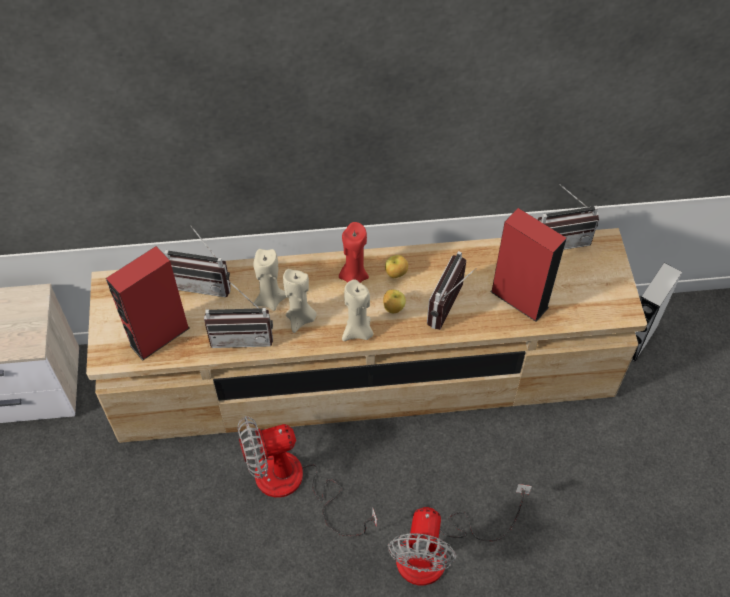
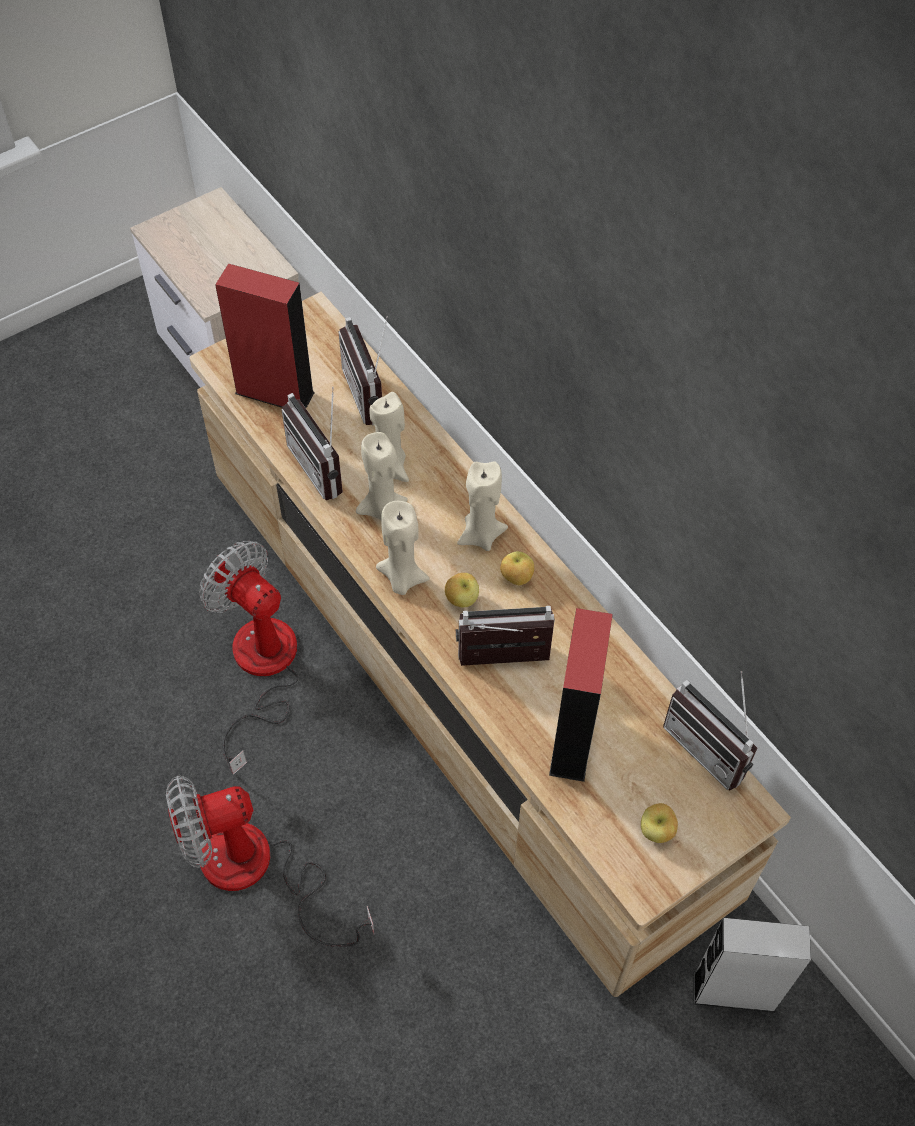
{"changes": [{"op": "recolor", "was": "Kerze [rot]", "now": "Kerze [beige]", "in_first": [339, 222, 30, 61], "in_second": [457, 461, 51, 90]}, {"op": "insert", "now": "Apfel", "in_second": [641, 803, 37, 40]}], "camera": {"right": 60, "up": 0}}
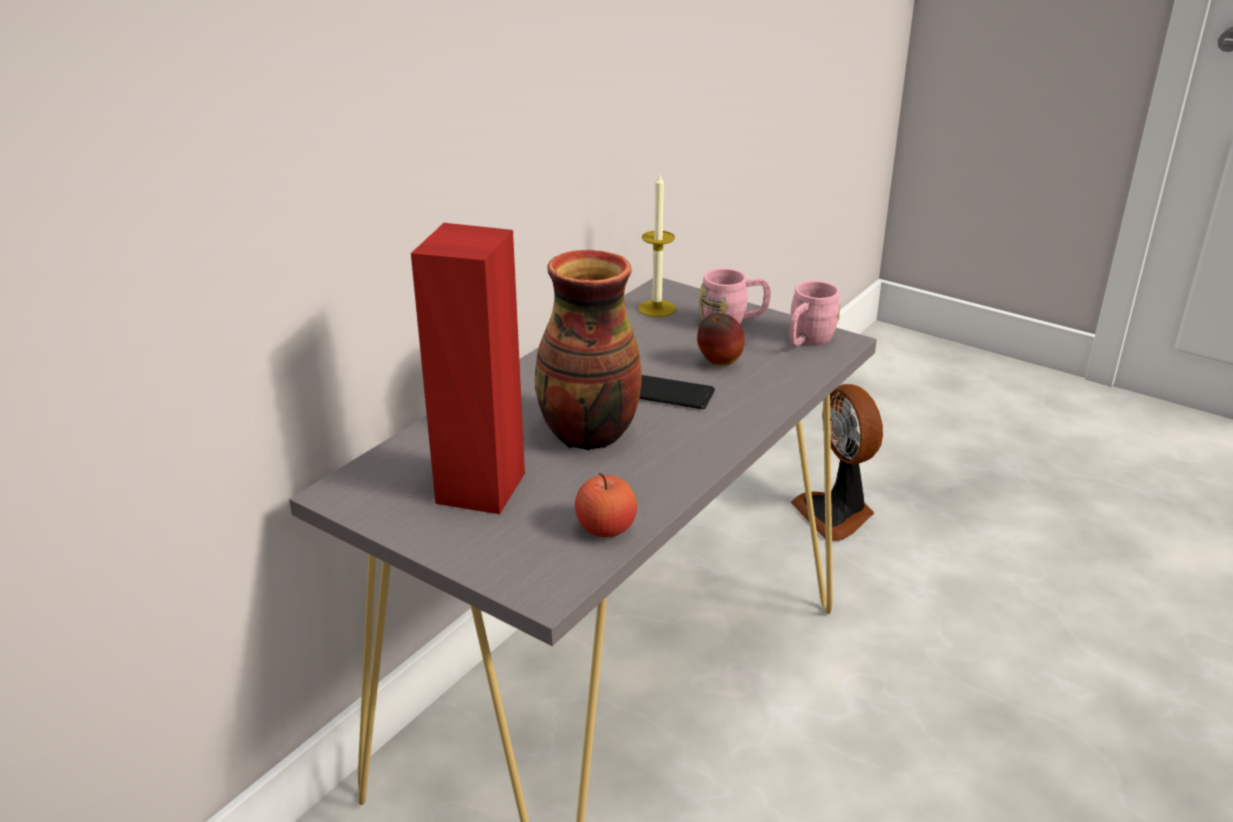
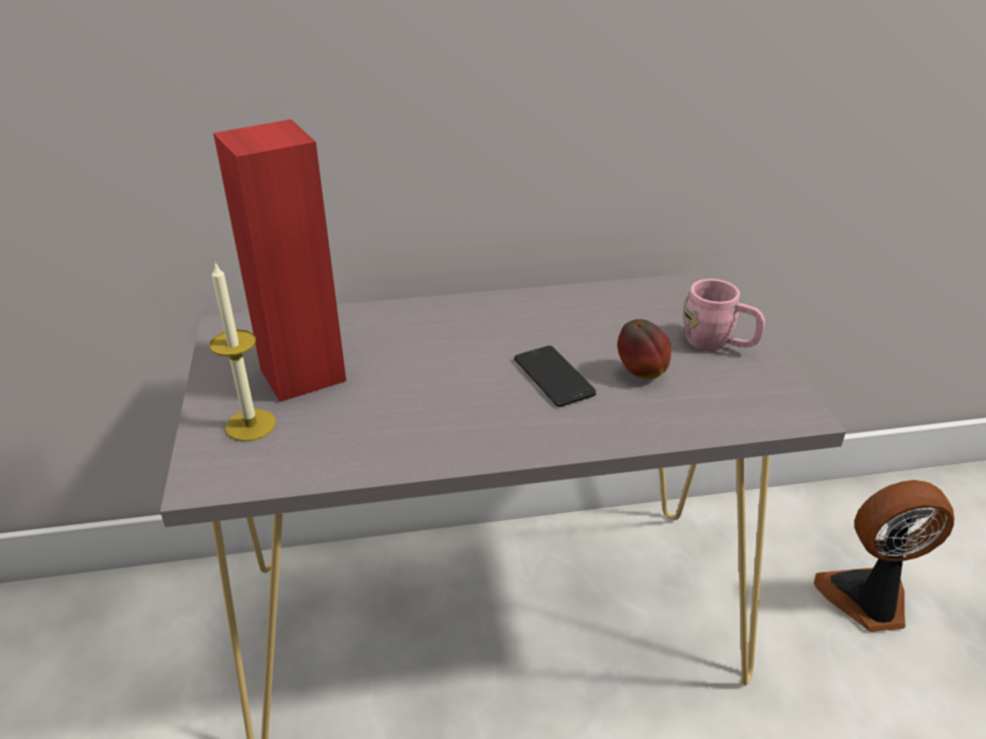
{"changes": [{"op": "move", "was": "Kerze", "in_first": [638, 173, 38, 144], "in_second": [209, 262, 67, 180]}, {"op": "delete", "was": "Vase", "in_first": [535, 250, 107, 200]}, {"op": "delete", "was": "Henkelbecher [rosa]", "in_first": [790, 281, 51, 65]}, {"op": "rotate", "was": "Ventilator", "in_first": [791, 384, 92, 157], "in_second": [814, 480, 140, 152], "clockwise": 60}, {"op": "delete", "was": "Apfel", "in_first": [575, 473, 62, 65]}], "camera": {"right": 45, "up": 5}}
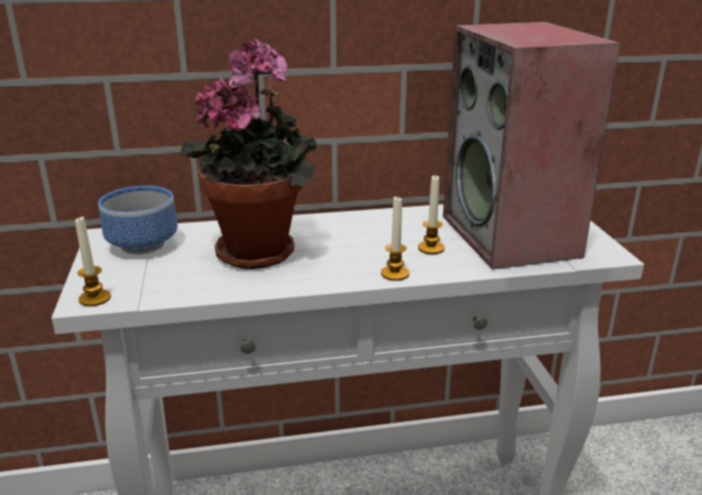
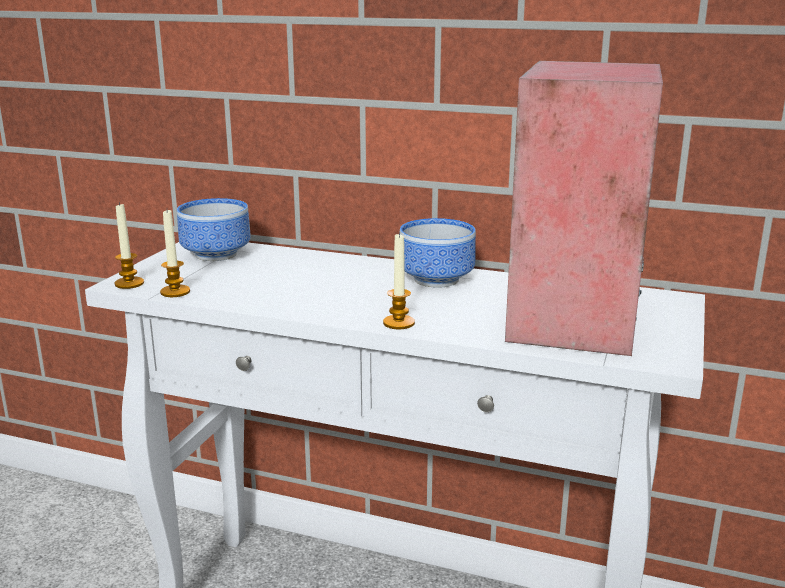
{"changes": [{"op": "delete", "was": "Topfpflanze", "in_first": [181, 39, 136, 230]}, {"op": "move", "was": "Kerze", "in_first": [418, 174, 27, 80], "in_second": [160, 210, 30, 87]}, {"op": "insert", "now": "Schüssel", "in_second": [400, 218, 76, 70]}], "camera": {"right": 30, "up": -5}}
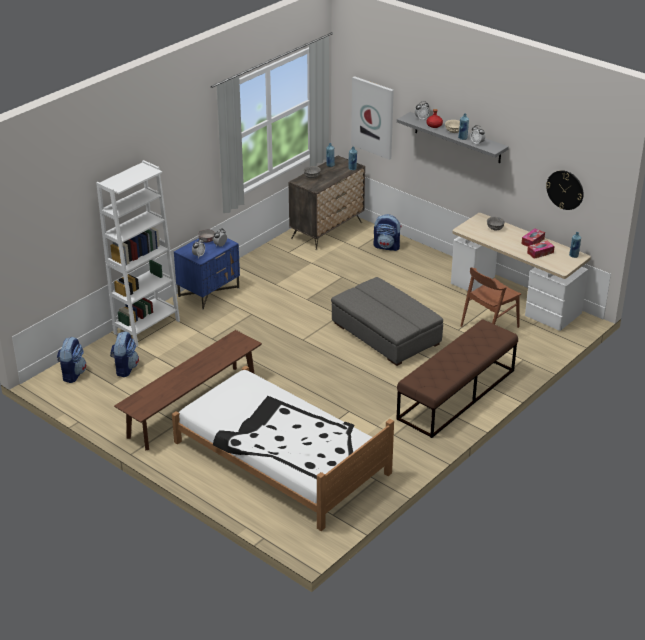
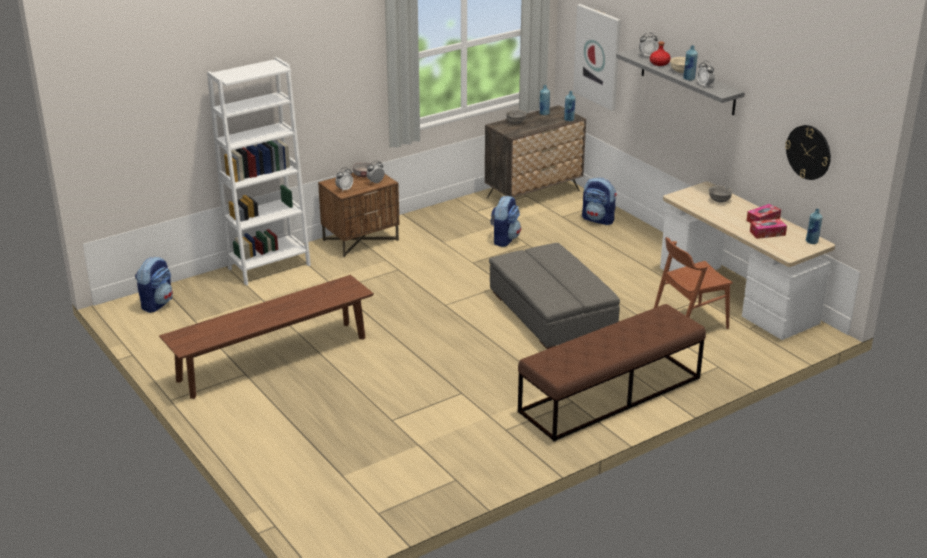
{"changes": [{"op": "recolor", "was": "Nachttisch [blau]", "now": "Nachttisch [braun]", "in_first": [174, 238, 66, 72], "in_second": [318, 173, 82, 84]}, {"op": "move", "was": "Rucksack", "in_first": [110, 332, 29, 45], "in_second": [490, 195, 31, 52]}, {"op": "delete", "was": "Bett [weiß]", "in_first": [172, 366, 222, 165]}], "camera": {"right": 15, "up": -5}}
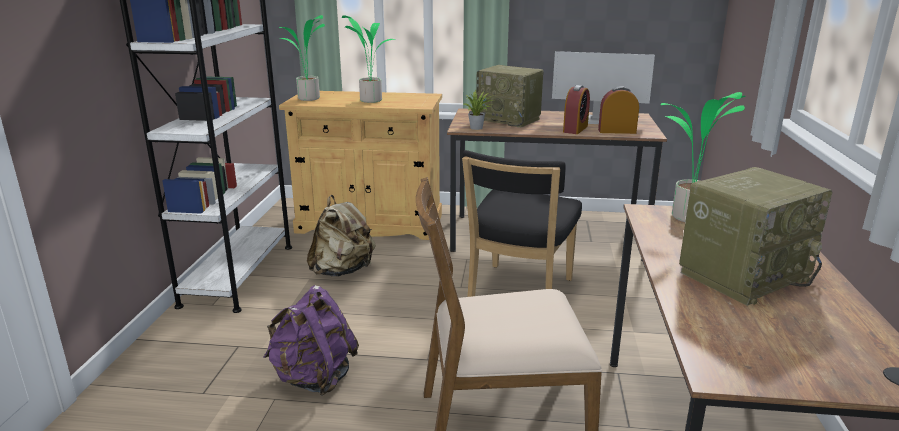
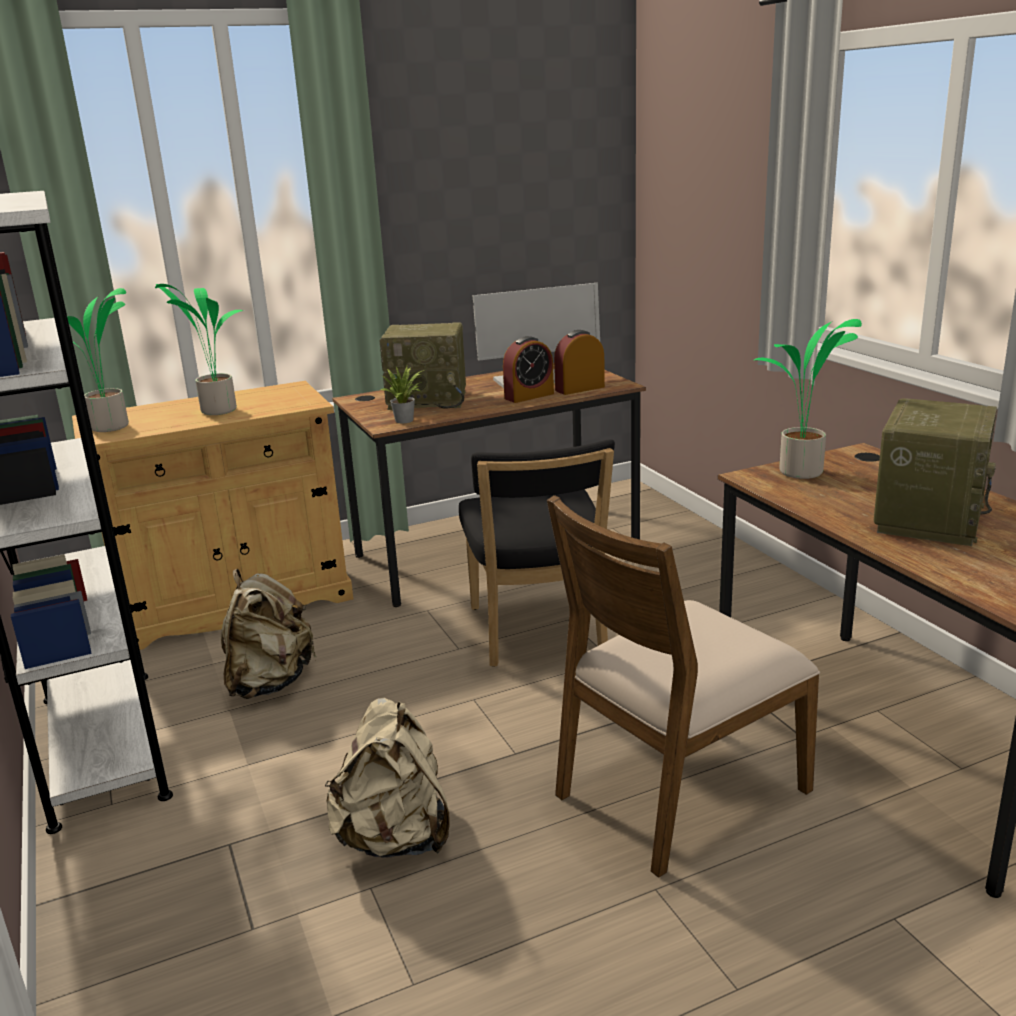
{"changes": [{"op": "rotate", "was": "Wecker", "in_first": [563, 85, 27, 49], "in_second": [503, 336, 51, 67], "clockwise": 60}, {"op": "recolor", "was": "Rucksack [lila]", "now": "Rucksack [beige]", "in_first": [263, 285, 96, 111], "in_second": [325, 698, 125, 160]}], "camera": {"right": -30, "up": 0}}
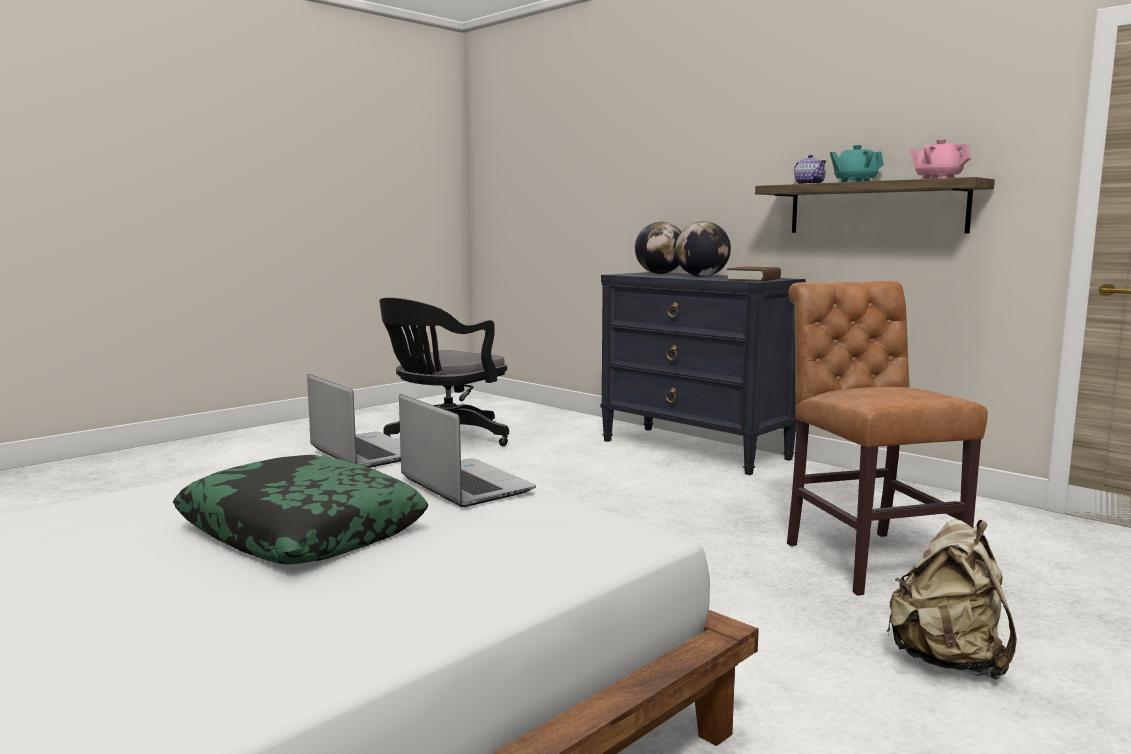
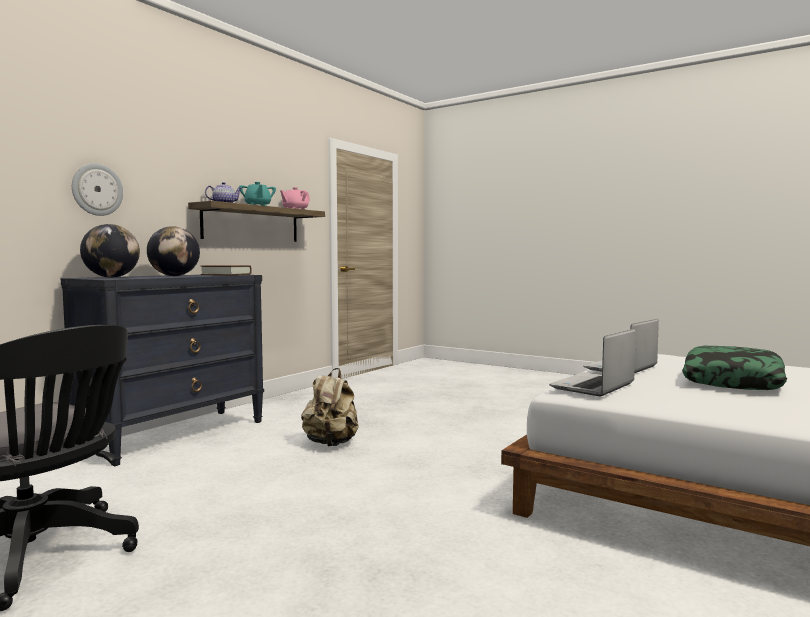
{"changes": [{"op": "delete", "was": "Stuhl [braun]", "in_first": [787, 281, 201, 315]}, {"op": "move", "was": "Rucksack [beige]", "in_first": [886, 519, 131, 161], "in_second": [301, 368, 58, 78]}, {"op": "insert", "now": "Wanduhr", "in_second": [72, 163, 51, 53]}], "camera": {"right": -100, "up": -5}}
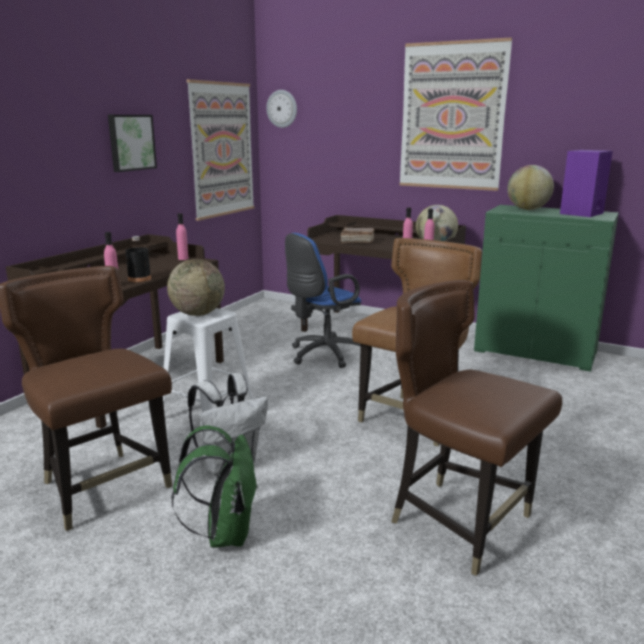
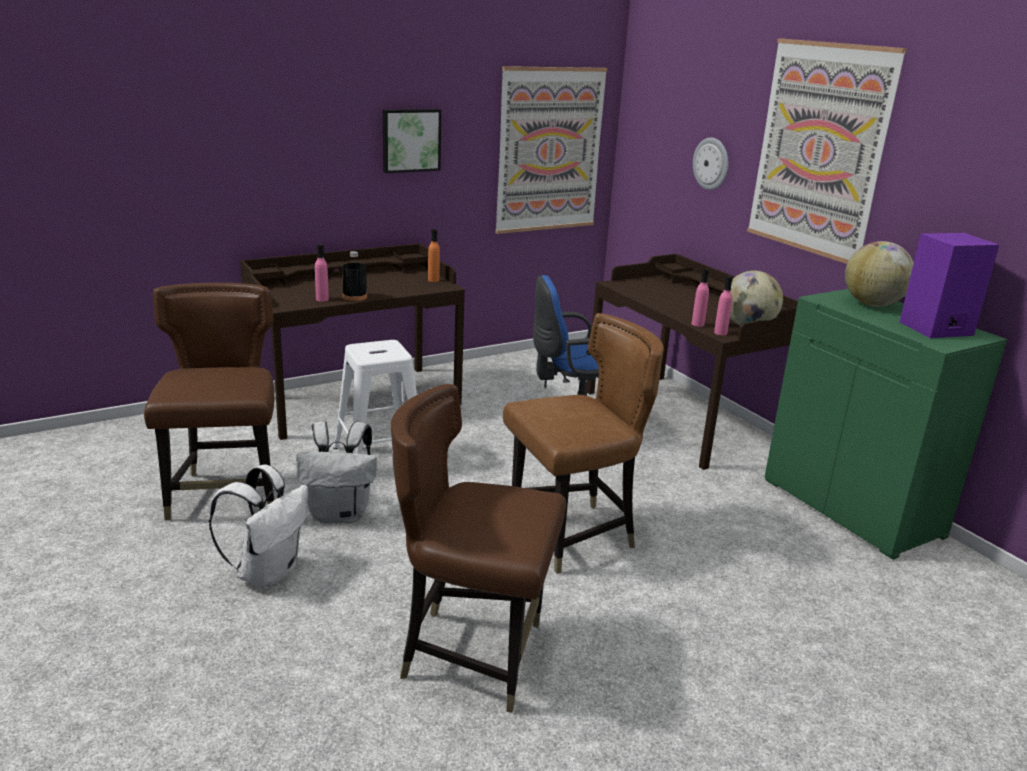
{"changes": [{"op": "move", "was": "Wanduhr", "in_first": [266, 90, 31, 38], "in_second": [693, 137, 36, 53]}, {"op": "recolor", "was": "Flasche [rosa]", "now": "Flasche [orange]", "in_first": [176, 213, 12, 47], "in_second": [428, 229, 12, 53]}, {"op": "delete", "was": "Buch [braun]", "in_first": [341, 228, 33, 15]}, {"op": "delete", "was": "Globus", "in_first": [167, 259, 58, 57]}, {"op": "rotate", "was": "Stuhl [braun]", "in_first": [391, 280, 171, 296], "in_second": [391, 384, 175, 329], "clockwise": -60}, {"op": "recolor", "was": "Rucksack [grün]", "now": "Rucksack [weiß]", "in_first": [171, 426, 87, 121], "in_second": [209, 464, 99, 124]}], "camera": {"right": 30, "up": 5}}
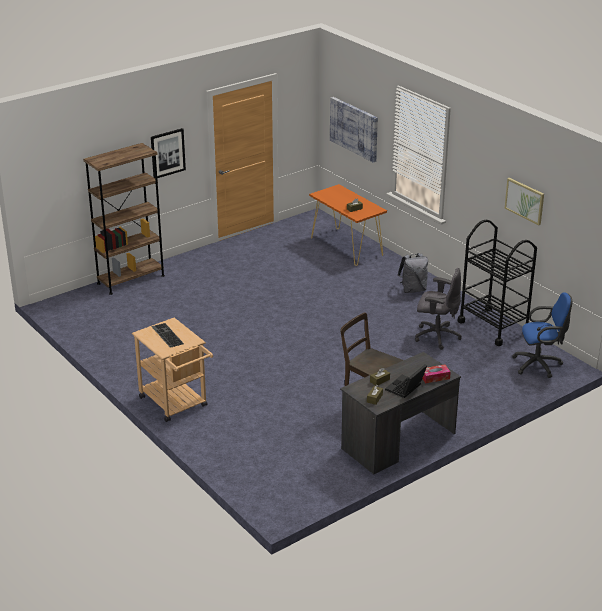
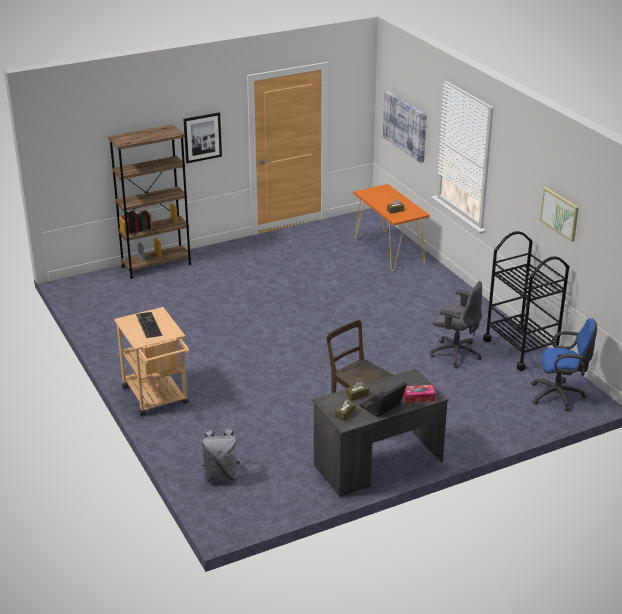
{"changes": [{"op": "move", "was": "Rucksack [grau]", "in_first": [398, 253, 30, 40], "in_second": [201, 429, 39, 52]}], "camera": {"right": 10, "up": 0}}
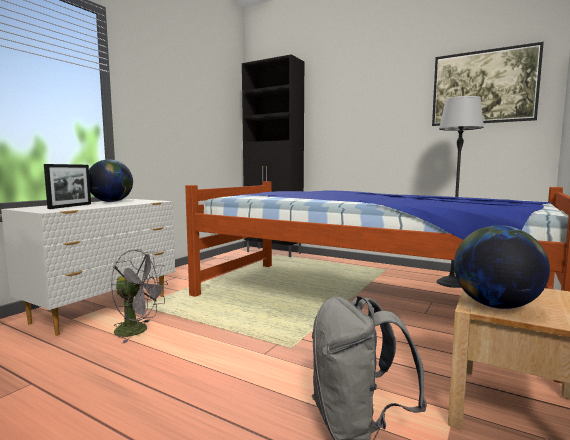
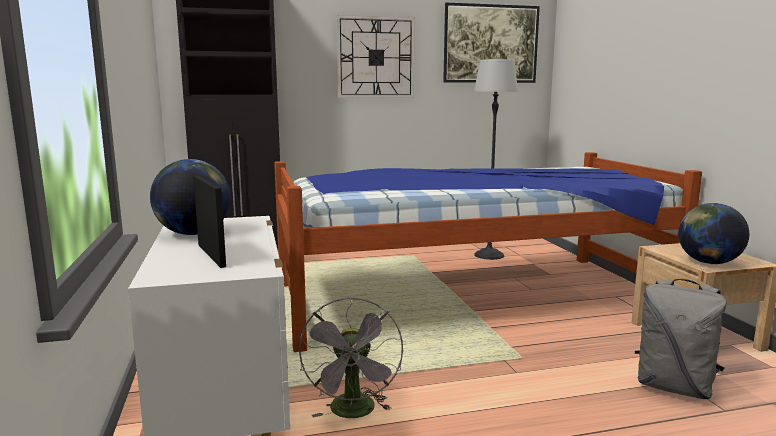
{"changes": [{"op": "rotate", "was": "Ventilator [grau]", "in_first": [111, 249, 57, 94], "in_second": [299, 297, 104, 121], "clockwise": 120}, {"op": "insert", "now": "Wanduhr", "in_second": [337, 15, 78, 83]}], "camera": {"right": -45, "up": 5}}
